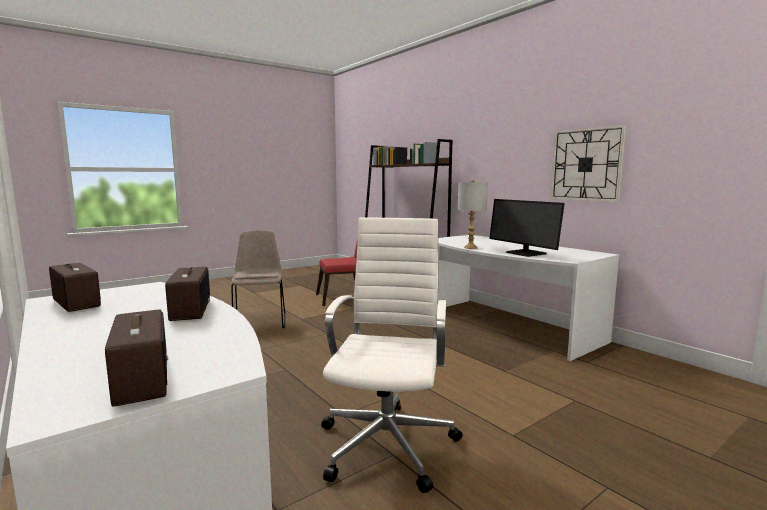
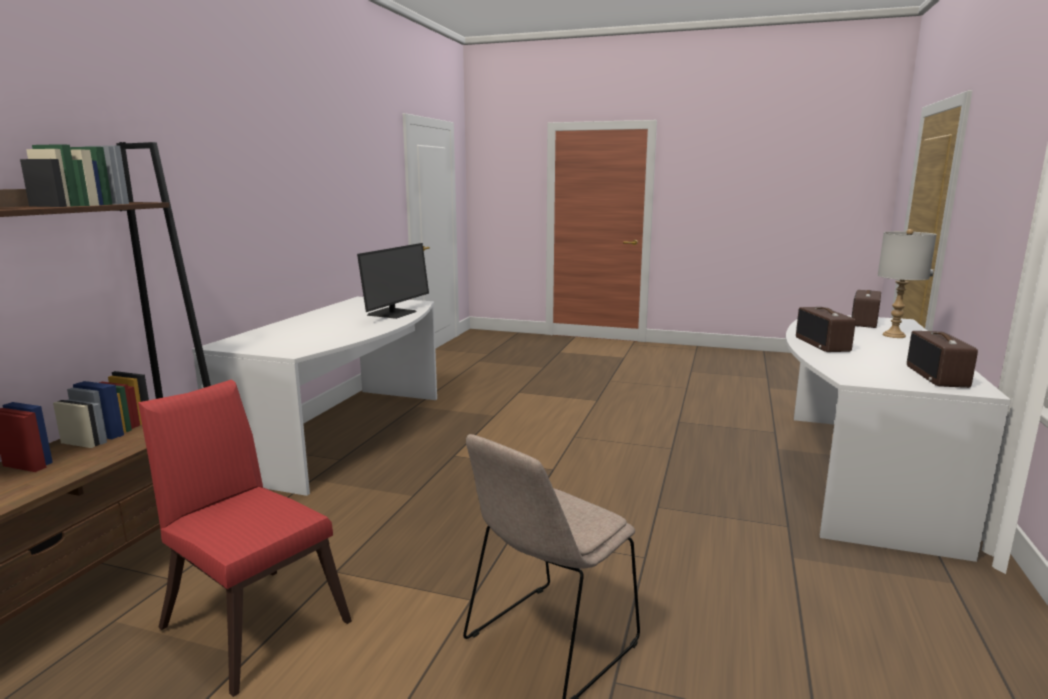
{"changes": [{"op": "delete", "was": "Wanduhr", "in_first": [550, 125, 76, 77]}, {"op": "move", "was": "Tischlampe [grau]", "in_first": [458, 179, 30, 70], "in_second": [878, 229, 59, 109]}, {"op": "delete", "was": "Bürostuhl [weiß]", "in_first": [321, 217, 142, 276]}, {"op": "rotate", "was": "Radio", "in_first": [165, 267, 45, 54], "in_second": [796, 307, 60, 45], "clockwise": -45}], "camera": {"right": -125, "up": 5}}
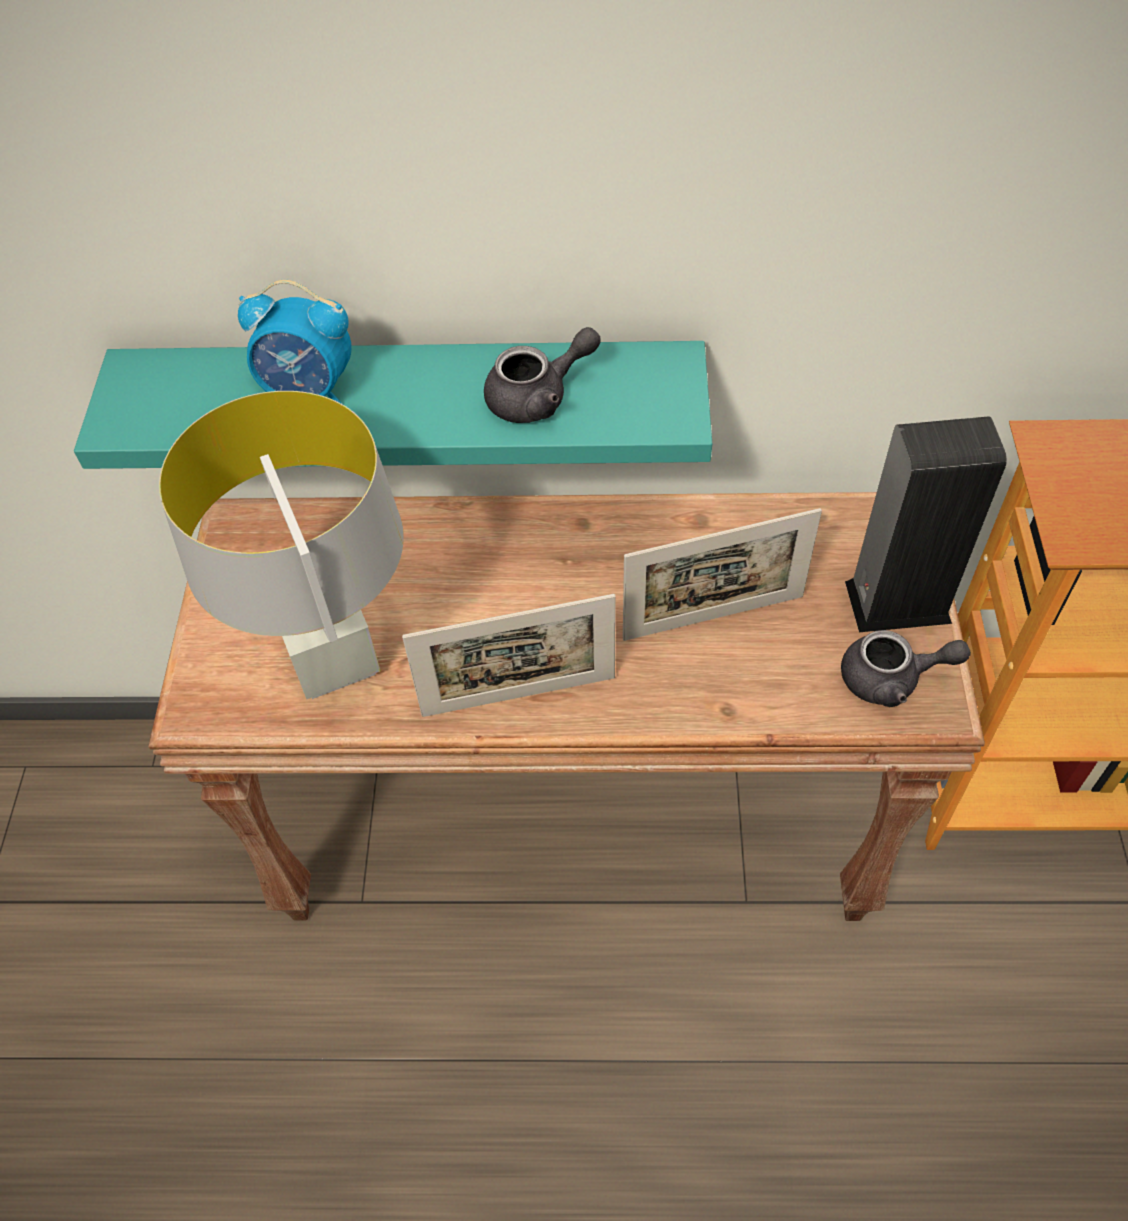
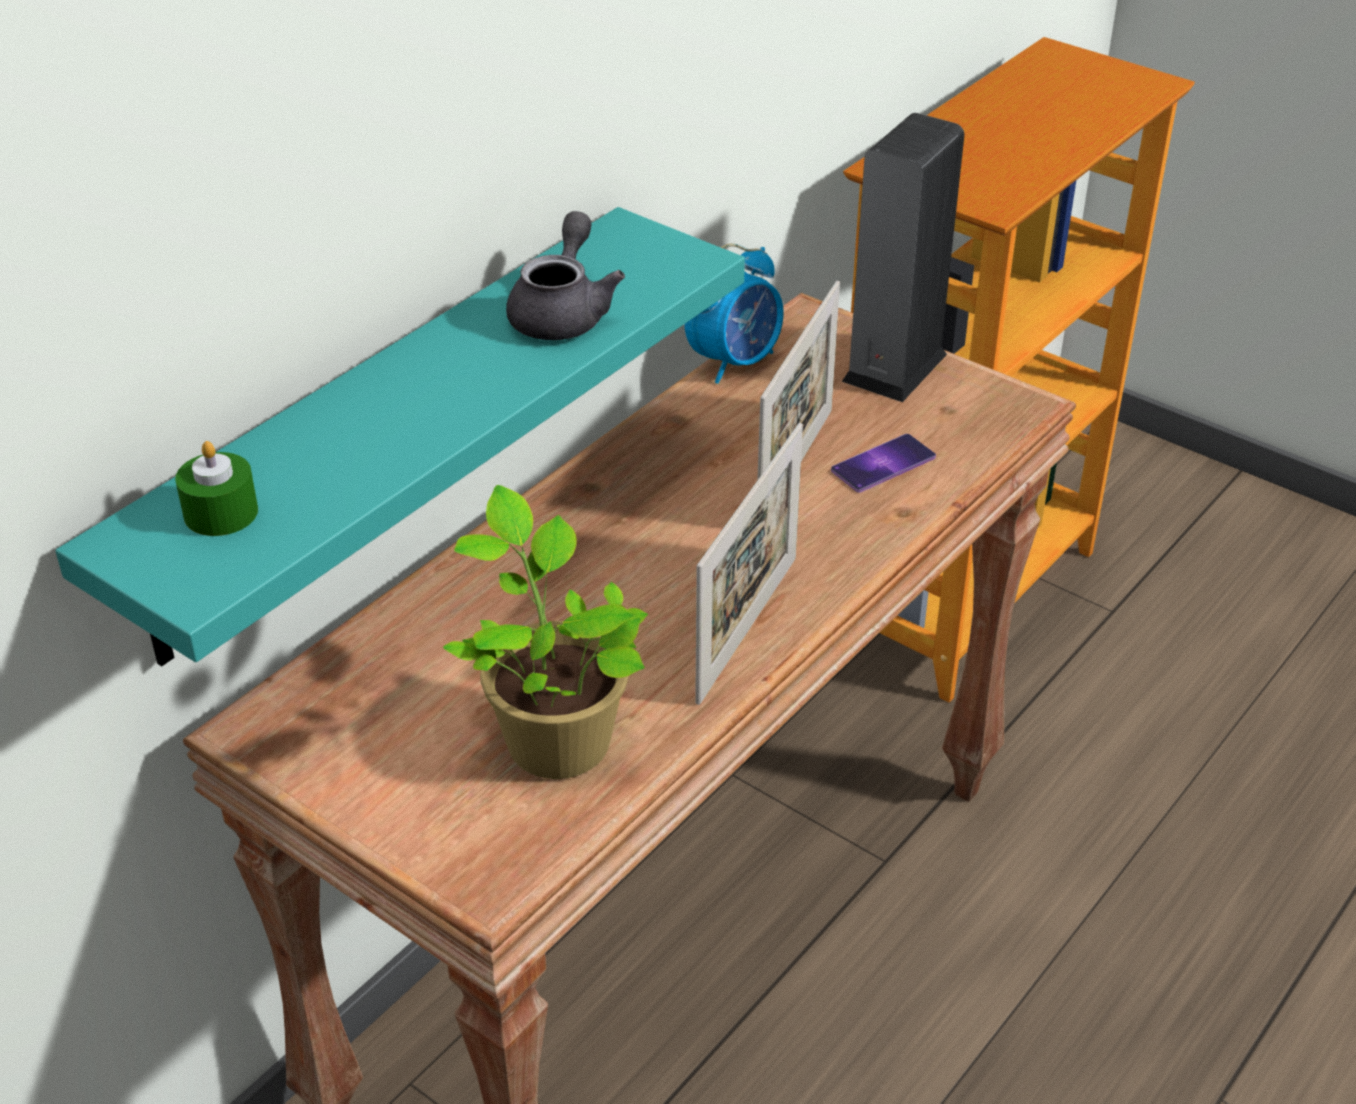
{"changes": [{"op": "move", "was": "Wecker", "in_first": [238, 280, 114, 124], "in_second": [684, 243, 100, 141]}, {"op": "replace", "was": "Tischlampe [grau]", "now": "Topfpflanze", "in_first": [159, 391, 245, 308], "in_second": [443, 485, 205, 294]}, {"op": "delete", "was": "Teekanne [grau]", "in_first": [841, 630, 130, 77]}, {"op": "insert", "now": "Handy", "in_second": [831, 434, 105, 59]}, {"op": "insert", "now": "Kerze [grün]", "in_second": [175, 441, 83, 95]}], "camera": {"right": -55, "up": -15}}
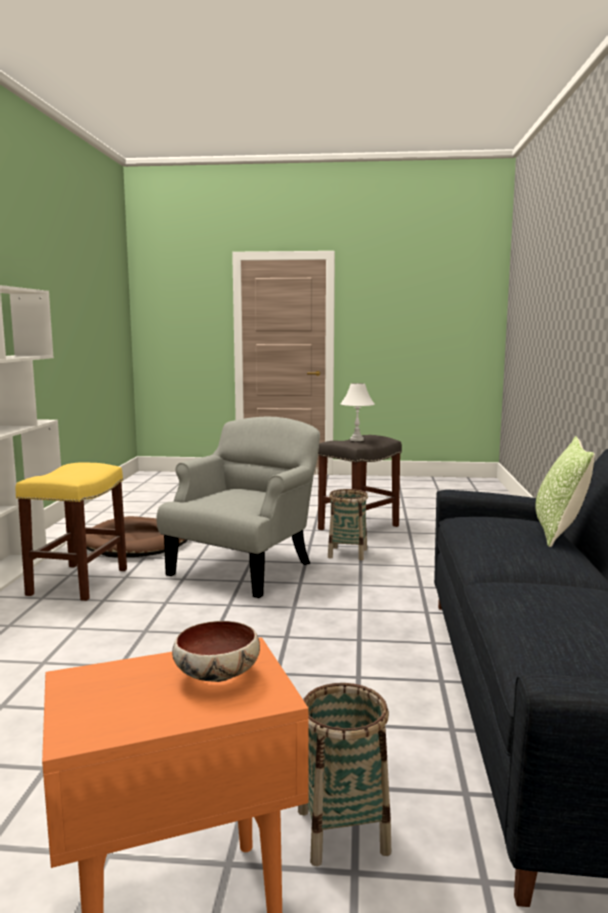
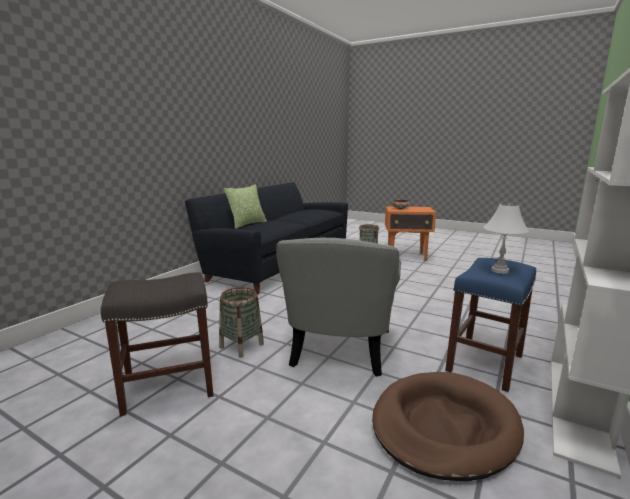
{"changes": [{"op": "move", "was": "Tischlampe [weiß]", "in_first": [341, 383, 34, 58], "in_second": [483, 204, 46, 70]}, {"op": "rotate", "was": "Sessel [grau]", "in_first": [156, 417, 164, 181], "in_second": [276, 238, 125, 139], "clockwise": -45}, {"op": "recolor", "was": "Hocker [gelb]", "now": "Hocker [blau]", "in_first": [15, 462, 112, 139], "in_second": [445, 258, 91, 134]}], "camera": {"right": -155, "up": 5}}
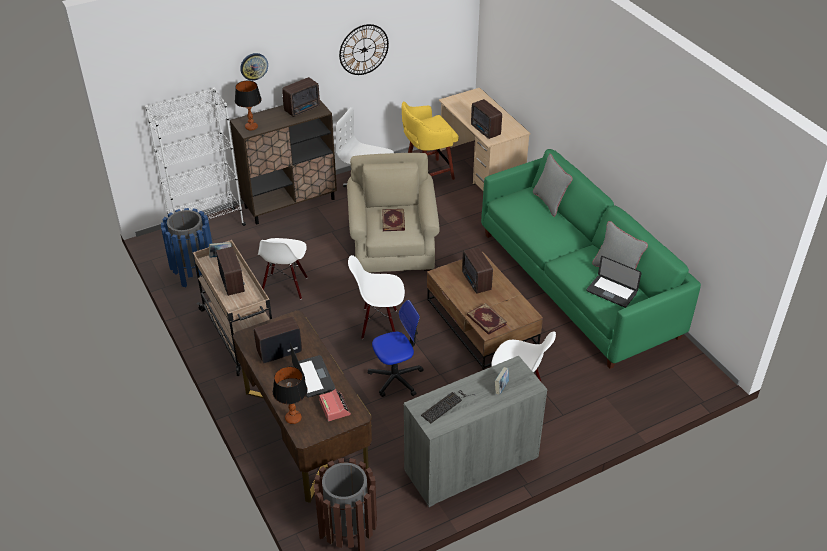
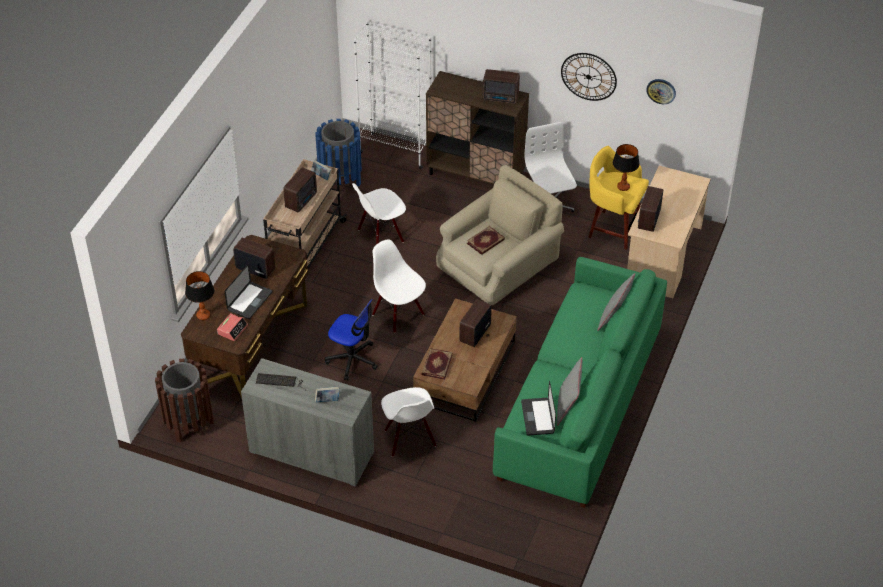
{"changes": [{"op": "move", "was": "Wanduhr", "in_first": [240, 53, 28, 28], "in_second": [646, 79, 30, 25]}, {"op": "move", "was": "Tischlampe", "in_first": [235, 80, 27, 50], "in_second": [613, 144, 26, 47]}], "camera": {"right": 50, "up": 5}}
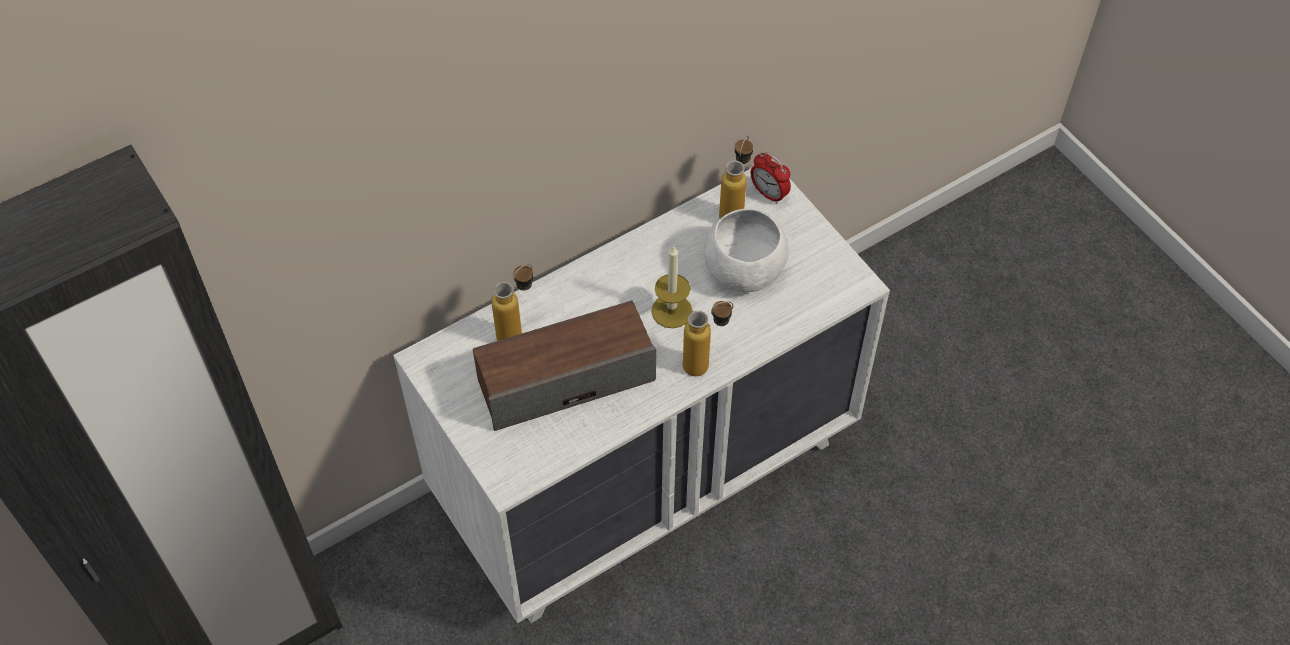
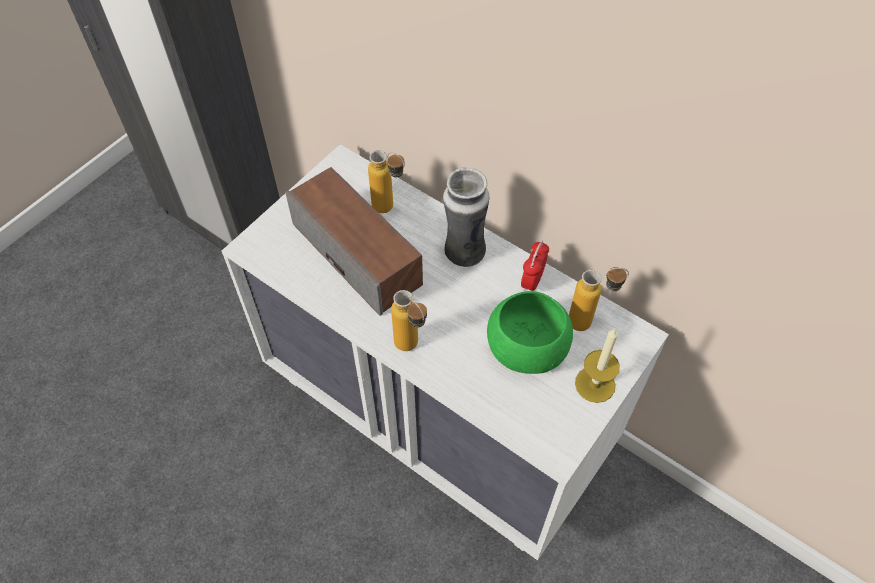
{"changes": [{"op": "move", "was": "Wecker", "in_first": [751, 152, 40, 52], "in_second": [521, 241, 28, 50]}, {"op": "recolor", "was": "Schüssel [weiß]", "now": "Schüssel [grün]", "in_first": [704, 209, 85, 83], "in_second": [487, 291, 86, 83]}, {"op": "move", "was": "Kerze", "in_first": [651, 246, 42, 82], "in_second": [575, 329, 45, 74]}, {"op": "insert", "now": "Vase", "in_second": [443, 167, 47, 100]}], "camera": {"right": 70, "up": 0}}
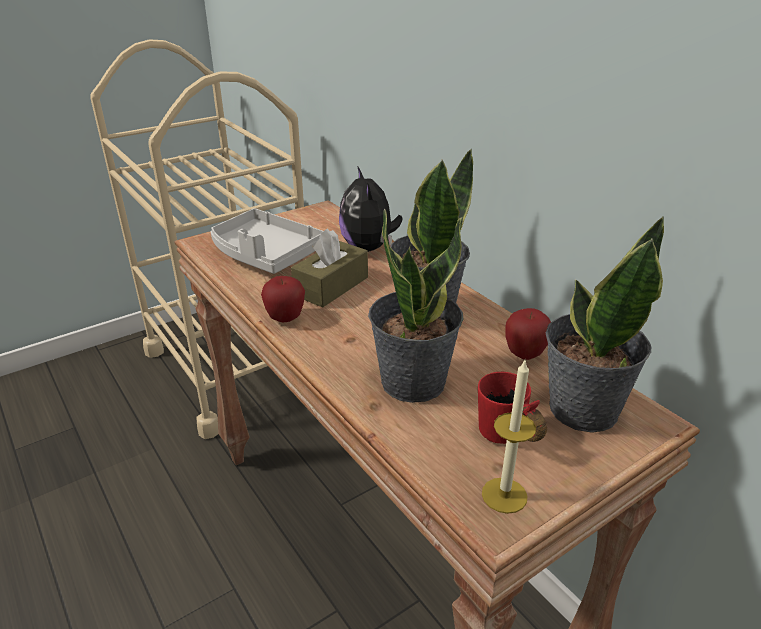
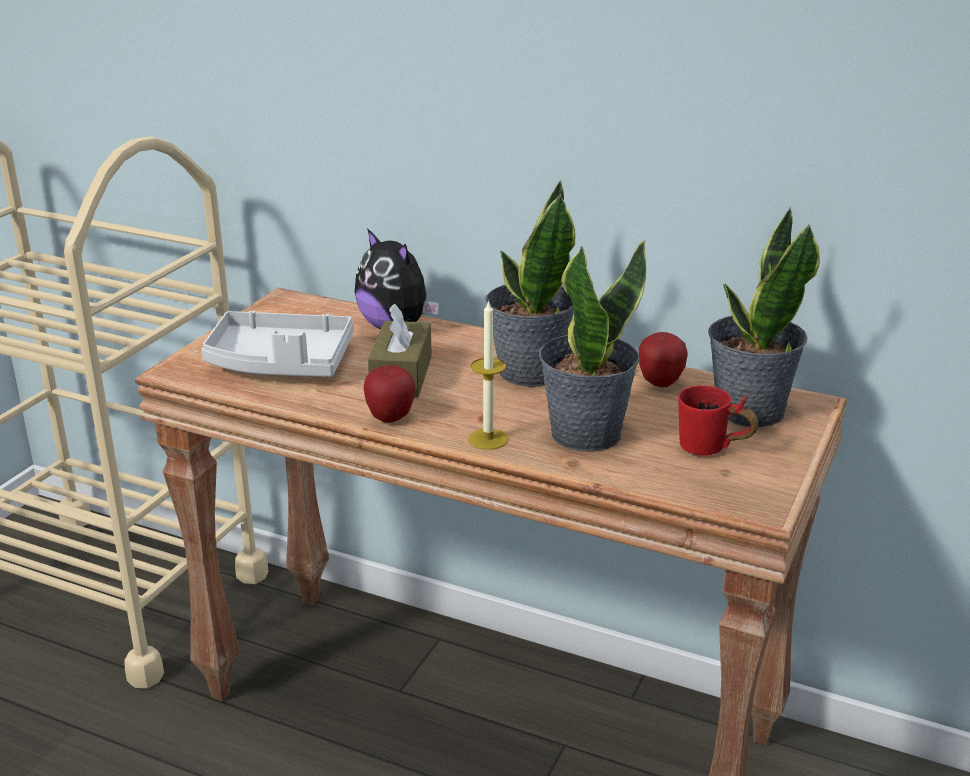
{"changes": [{"op": "move", "was": "Kerze", "in_first": [482, 360, 54, 154], "in_second": [468, 300, 41, 150]}], "camera": {"right": -30, "up": -5}}
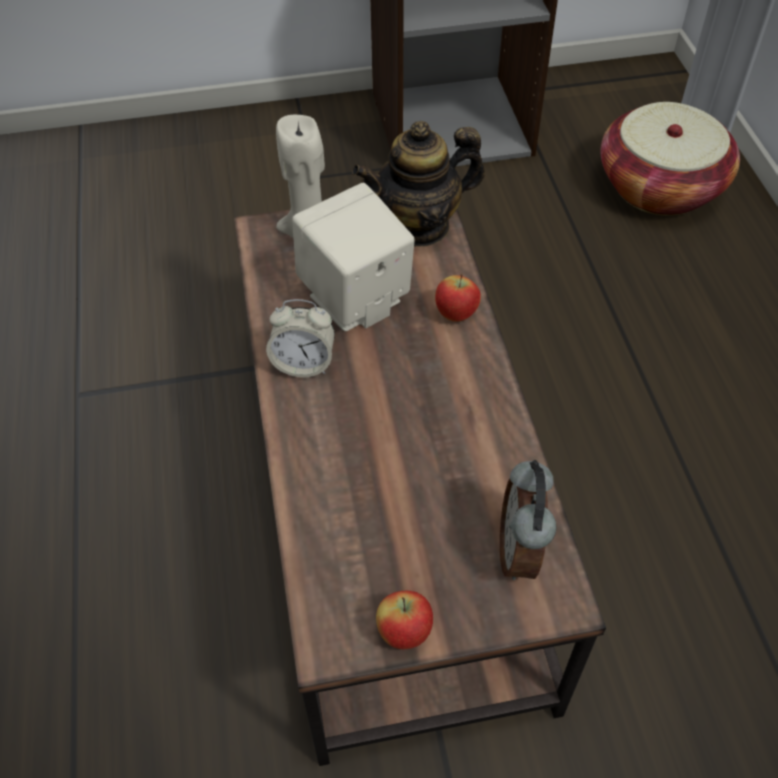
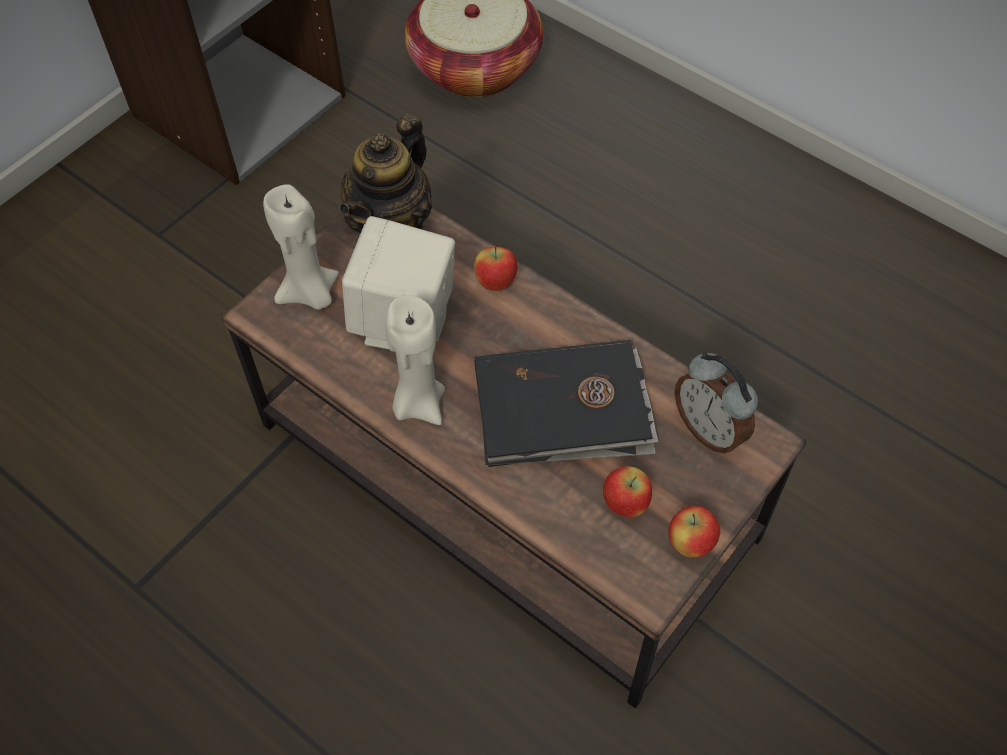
{"changes": [{"op": "replace", "was": "Wecker", "now": "Kerze [beige]", "in_first": [266, 299, 69, 78], "in_second": [385, 295, 60, 130]}, {"op": "insert", "now": "Buch [schwarz]", "in_second": [474, 340, 184, 127]}, {"op": "insert", "now": "Apfel", "in_second": [603, 466, 49, 51]}], "camera": {"right": -40, "up": 5}}
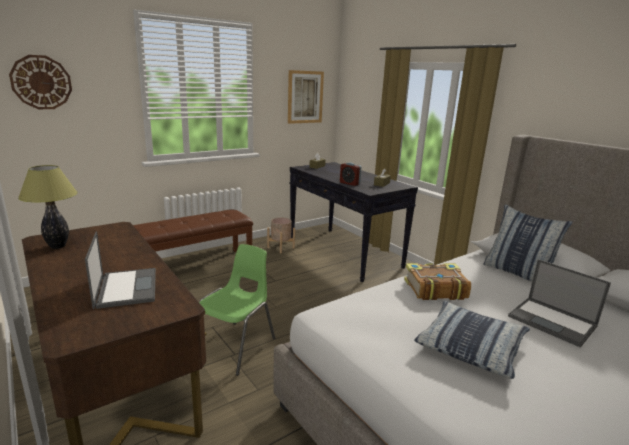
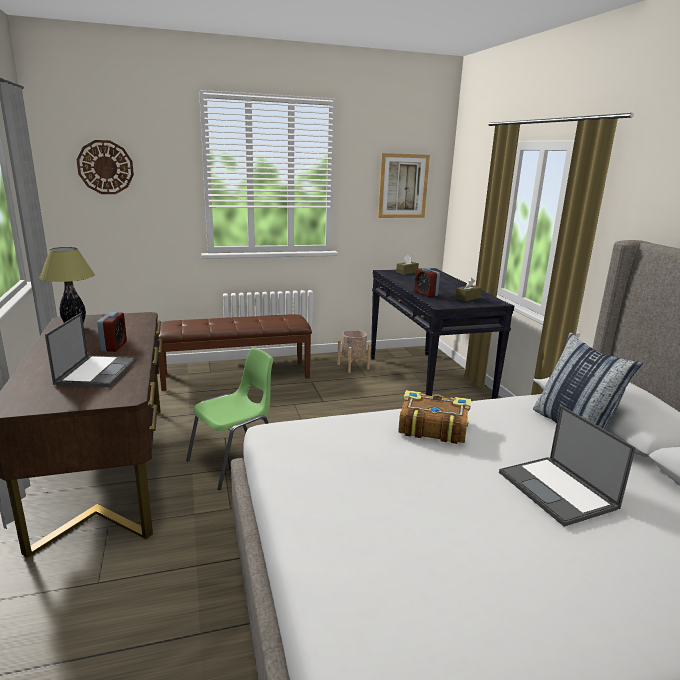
{"changes": [{"op": "delete", "was": "Kissen", "in_first": [414, 301, 116, 78]}, {"op": "insert", "now": "Wecker", "in_second": [97, 312, 30, 40]}], "camera": {"right": 20, "up": 0}}
